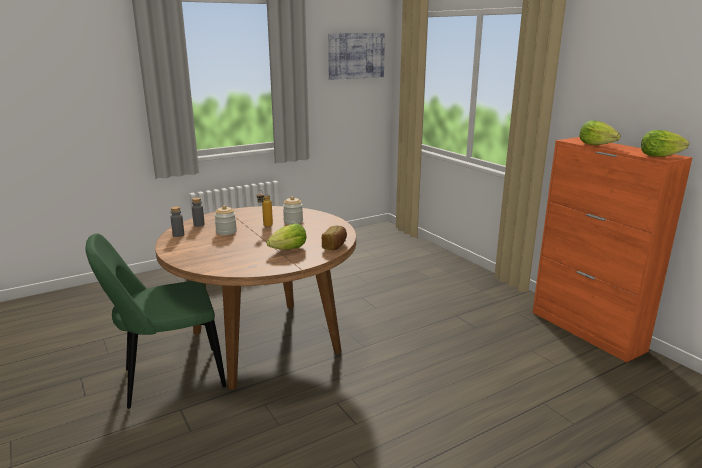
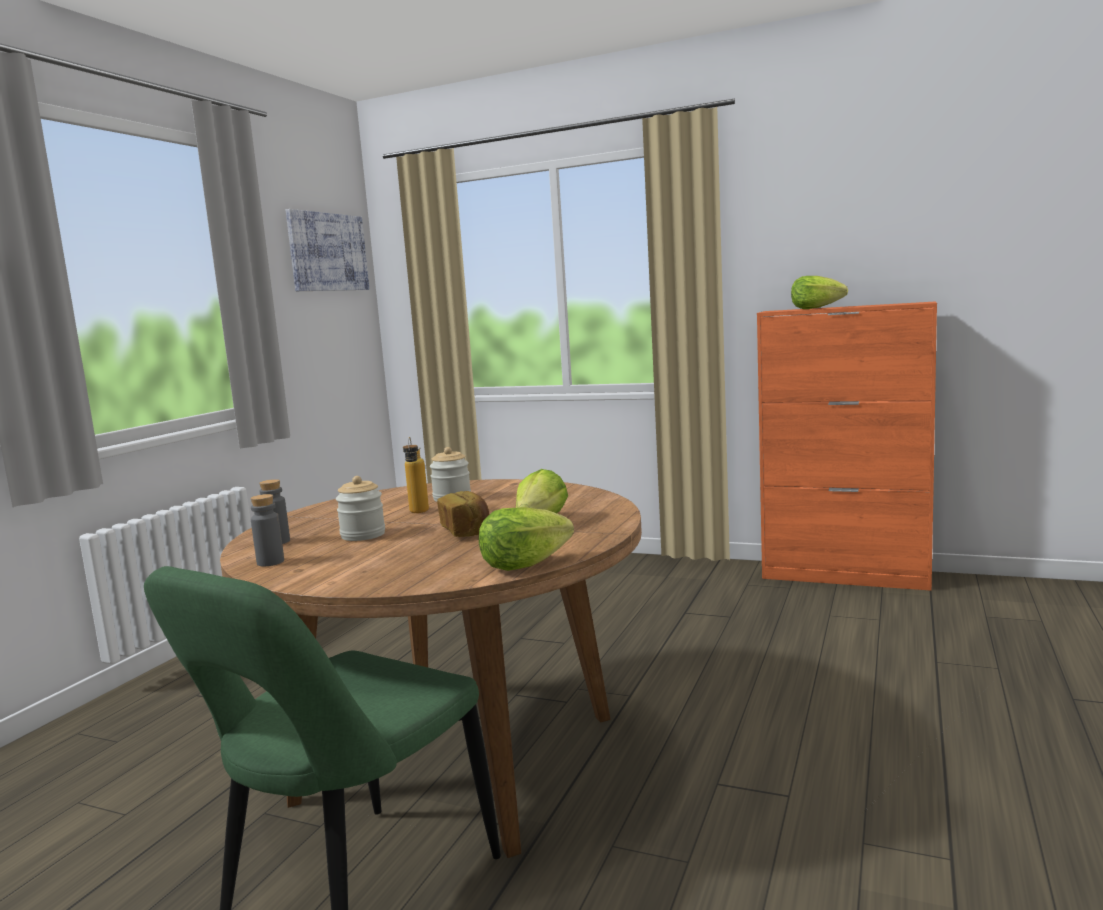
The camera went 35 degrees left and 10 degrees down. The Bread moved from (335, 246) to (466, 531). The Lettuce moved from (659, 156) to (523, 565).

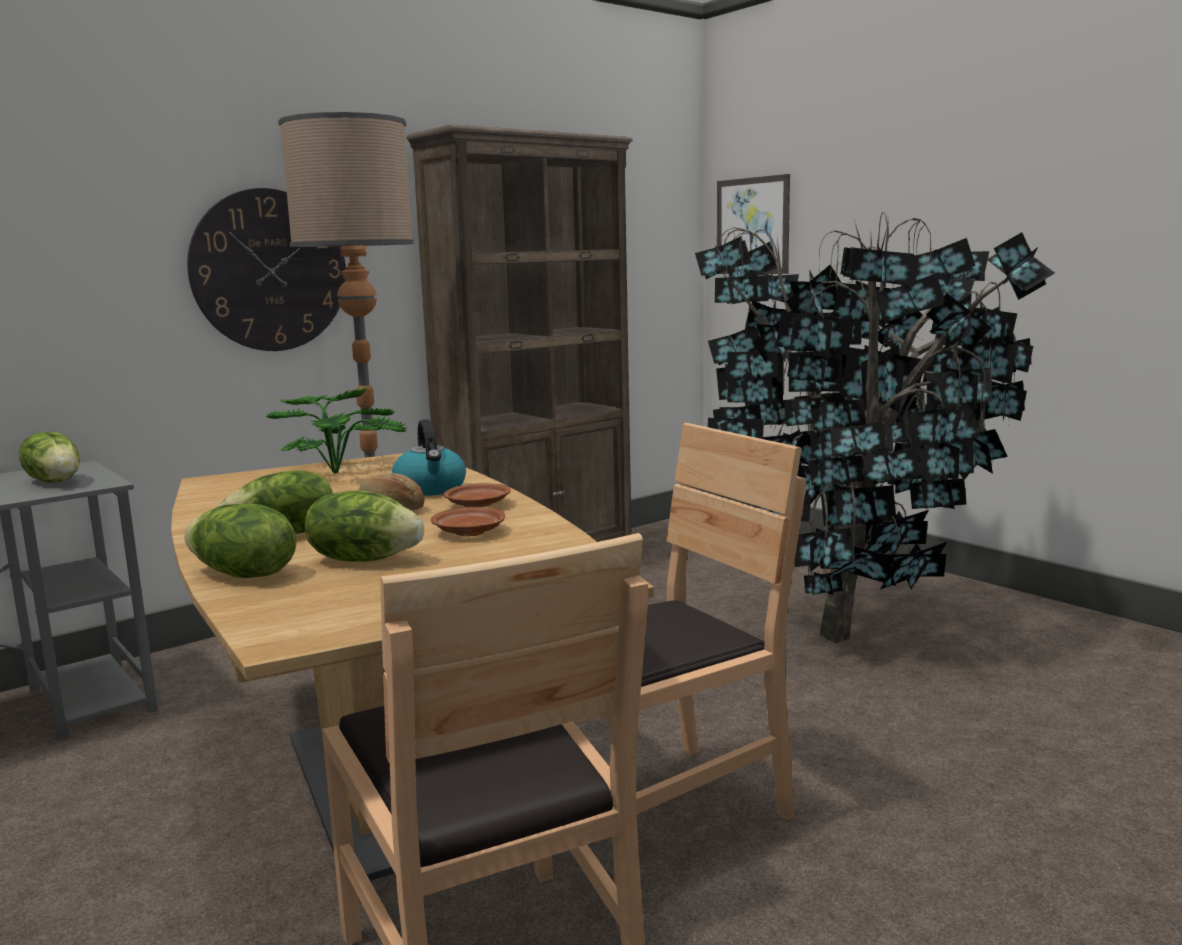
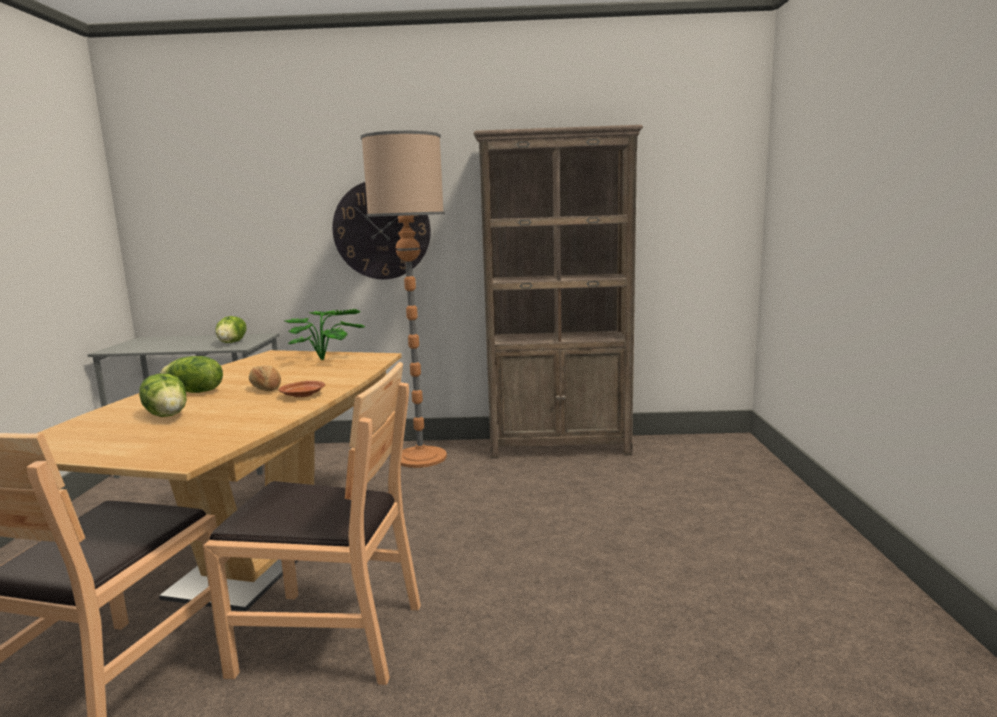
The camera went 40 degrees right and 0 degrees up. The Lettuce at (243, 575) disappeared. The Kettle at (430, 489) disappeared. The BrownPlate at (468, 532) disappeared. The PottedPlant at (851, 631) disappeared. The Picture at (752, 226) disappeared.

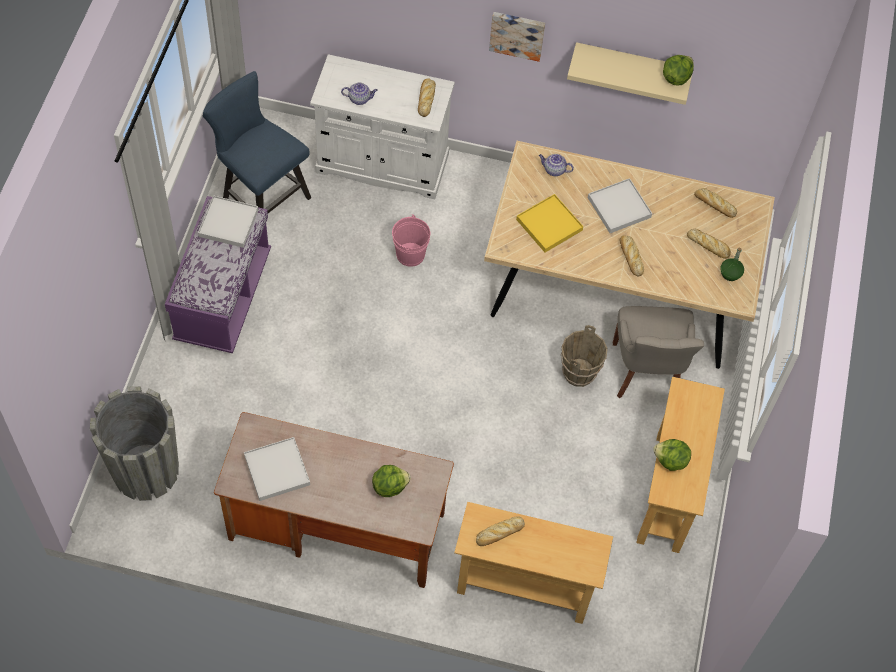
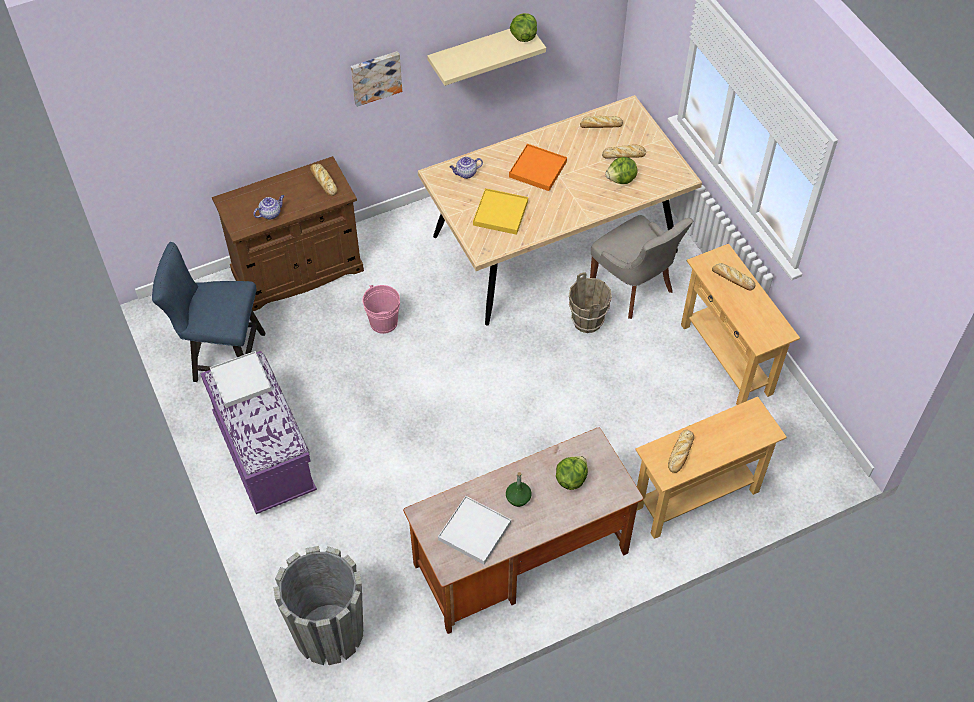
The camera went 35 degrees left and 5 degrees down. The WhiteCabinet at (382, 163) became the BrownCabinet at (298, 271). The GreenBottle moved from (730, 273) to (518, 498). The WhiteTray at (619, 207) became the OrangeTray at (537, 169). The Lettuce moved from (670, 461) to (621, 180). The Bread moved from (630, 256) to (732, 279).

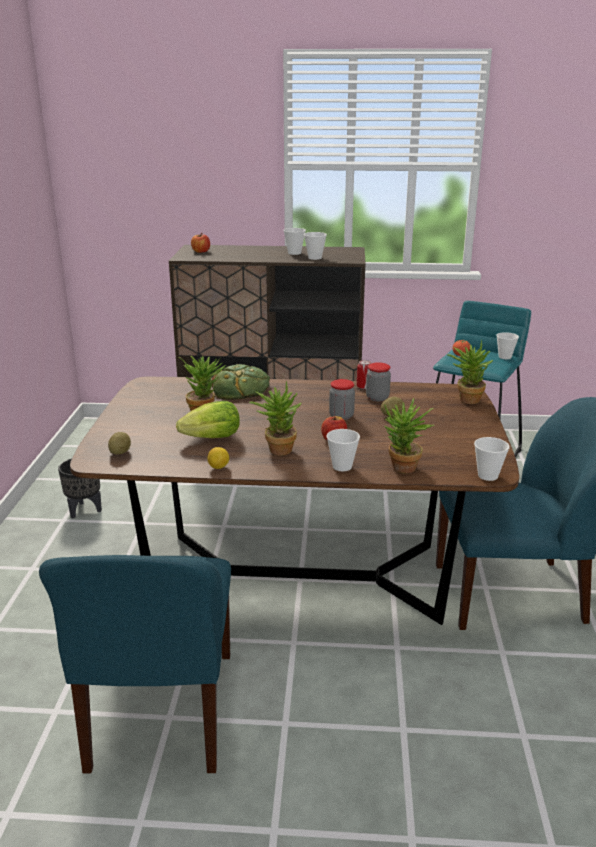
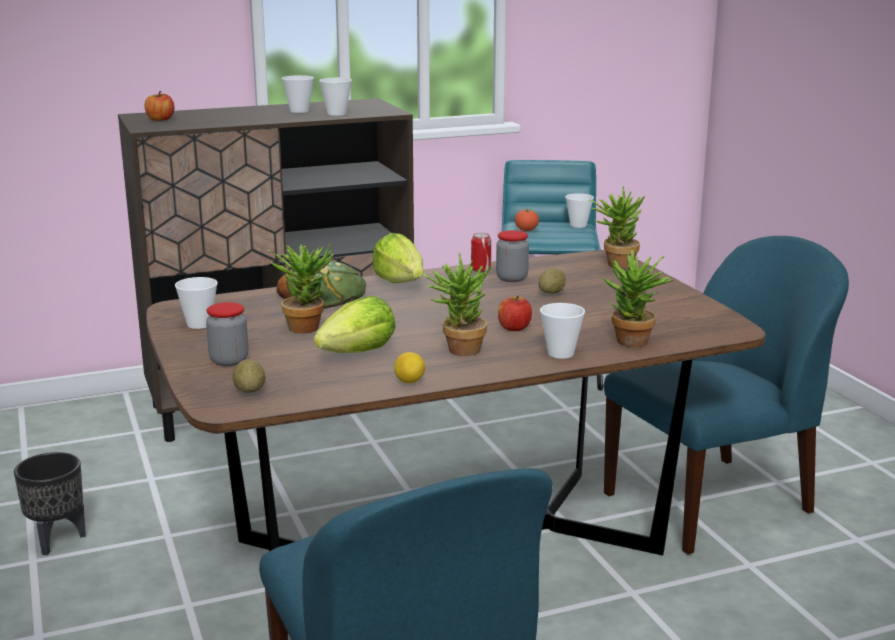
The camera went 25 degrees left and 5 degrees down. The Cup moved from (488, 476) to (199, 324). The Jar moved from (341, 416) to (229, 360). The Lettuce at (400, 282) appeared.

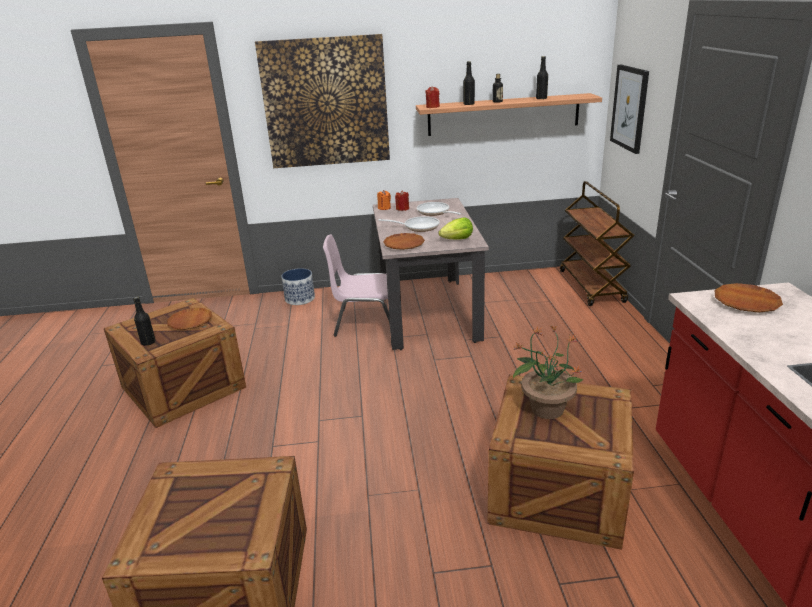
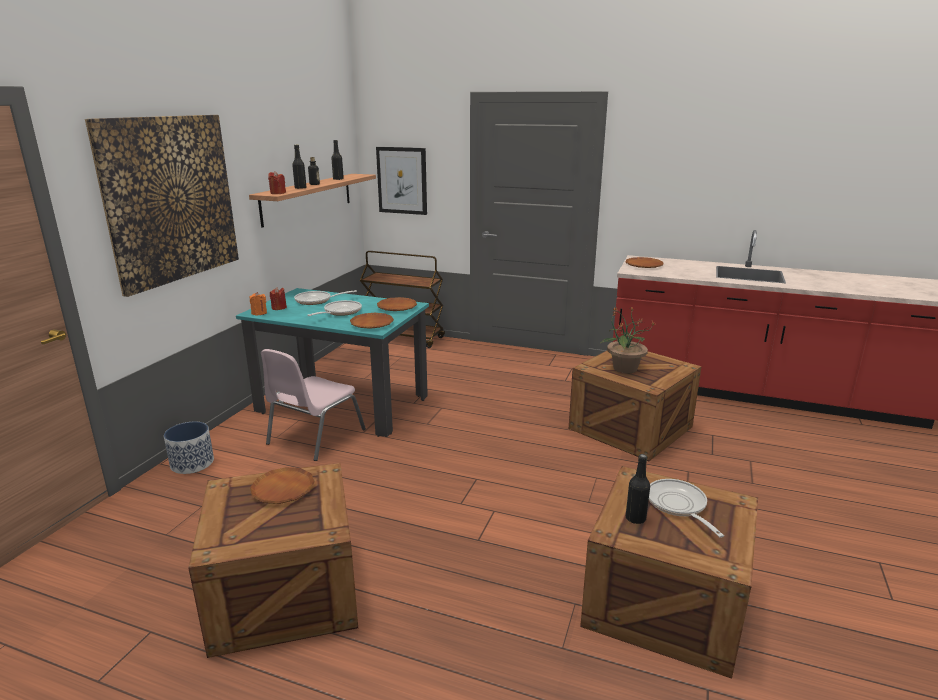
The camera went 65 degrees left and 5 degrees down. The BeigeDiningTable at (428, 312) became the TurquoiseDiningTable at (343, 404). The Lettuce at (457, 240) was replaced by the BrownPlate at (397, 307). The BlackBottle moved from (148, 342) to (635, 518). The FryingPan at (678, 506) appeared.

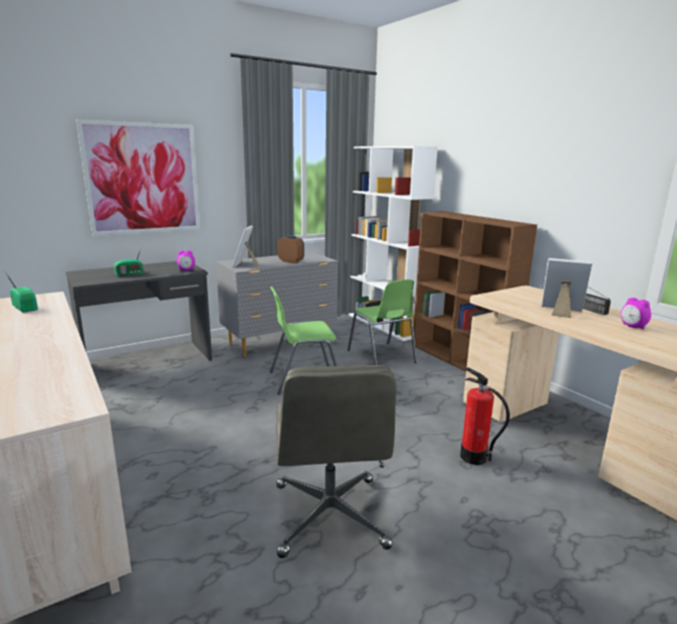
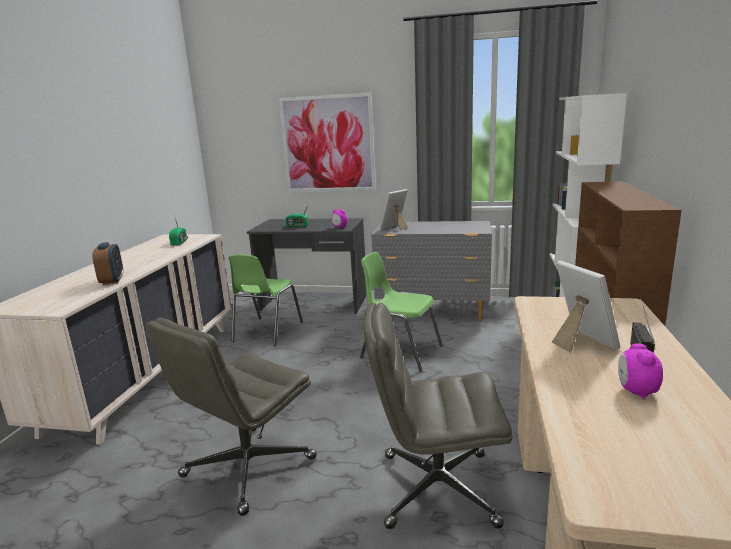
The camera went 45 degrees right and 0 degrees up. The AlarmClock moved from (291, 261) to (112, 281). The GreenChair moved from (382, 357) to (266, 332). The FireExtinguisher at (473, 457) was replaced by the GreyOfficeChair at (436, 489).

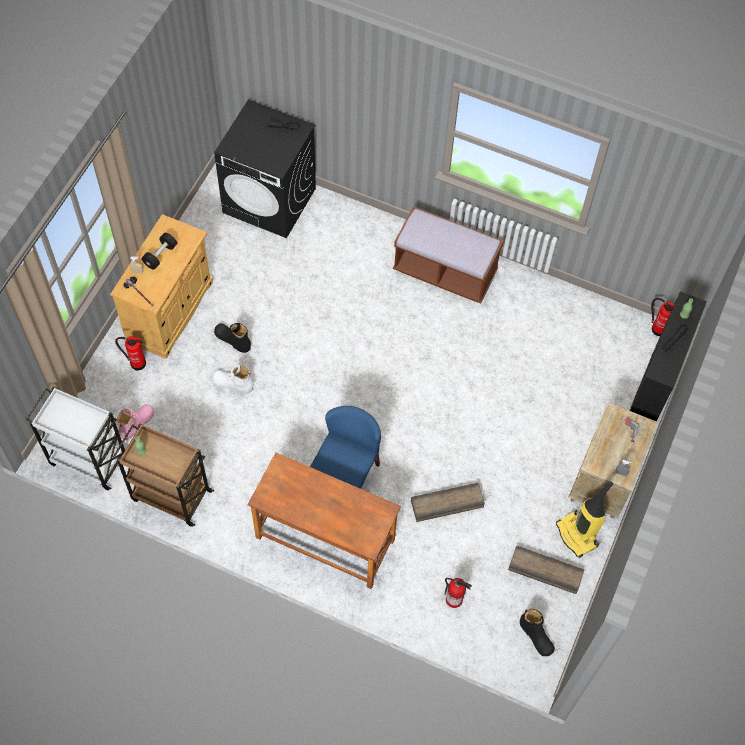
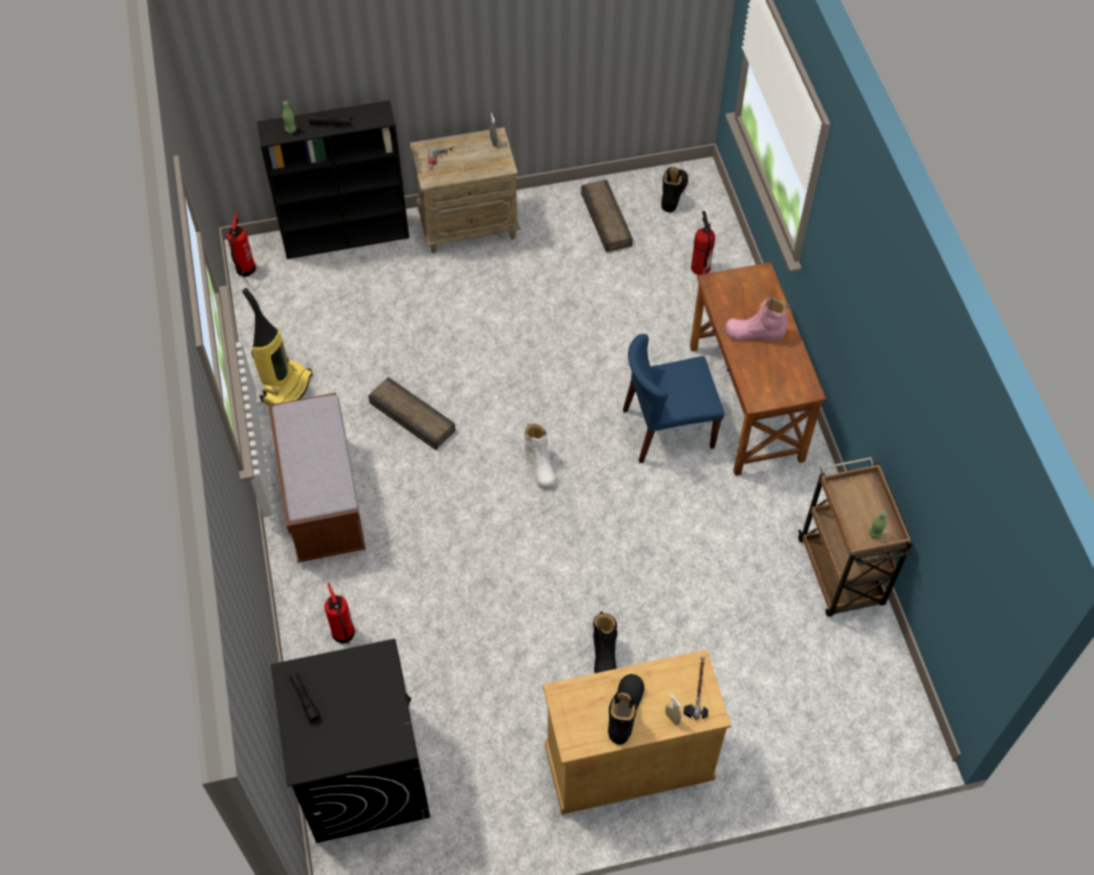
The camera went 125 degrees left and 5 degrees down. The VacuumCleaner moved from (577, 535) to (286, 387). The FireExtinguisher moved from (136, 362) to (343, 635). The Crate moved from (447, 505) to (412, 415). The WhiteBoot moved from (233, 383) to (540, 466). The BlackDumbbell at (160, 255) was replaced by the BlackBoot at (625, 711). The PinkBoot moved from (137, 423) to (754, 332). The WhiteCart at (88, 459) disappeared.

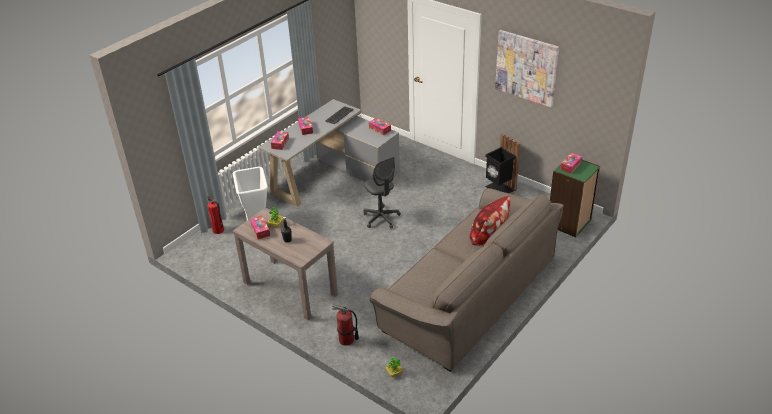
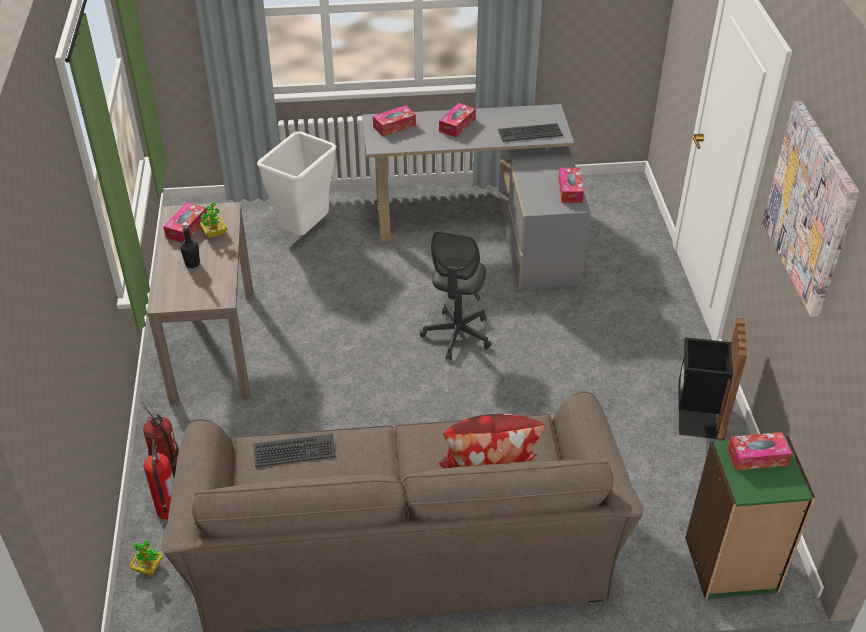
The camera went 45 degrees right and 5 degrees up. The FireExtinguisher moved from (218, 230) to (168, 509). The Keyboard at (294, 451) appeared.

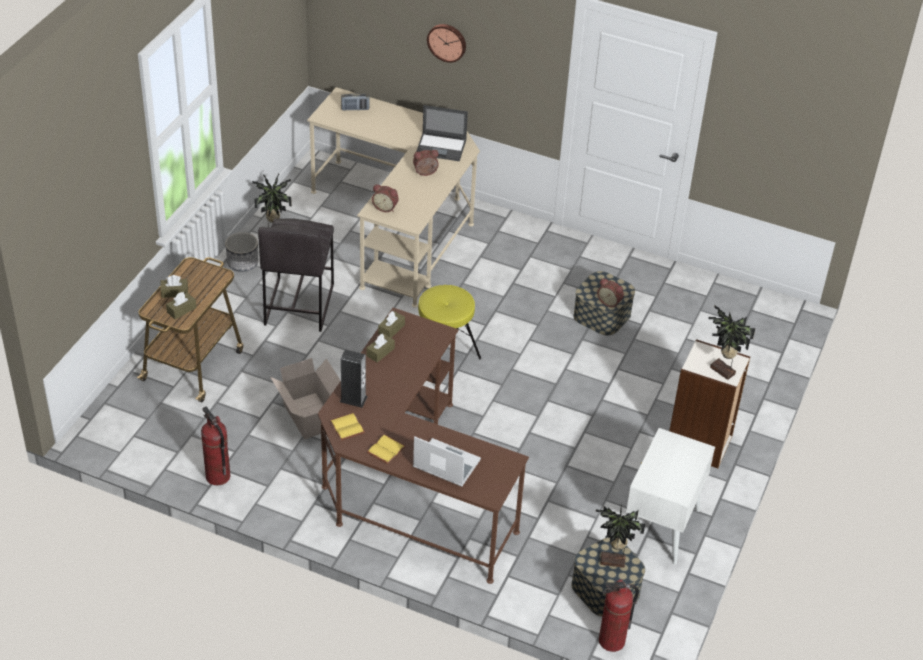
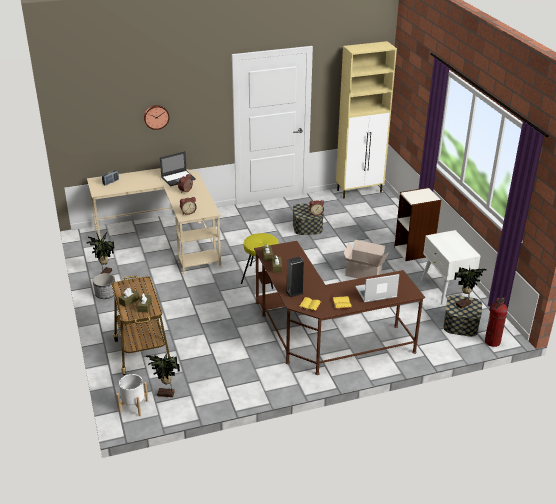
The camera went 40 degrees left and 10 degrees down. The WhitePlanter at (134, 406) appeared. The PottedPlant moved from (721, 372) to (166, 395). The BeigeCabinet at (360, 191) appeared. The CardboardBox moved from (310, 417) to (364, 273). The FireExtinguisher at (218, 476) disappeared. The GreyStool at (298, 304) disappeared.

